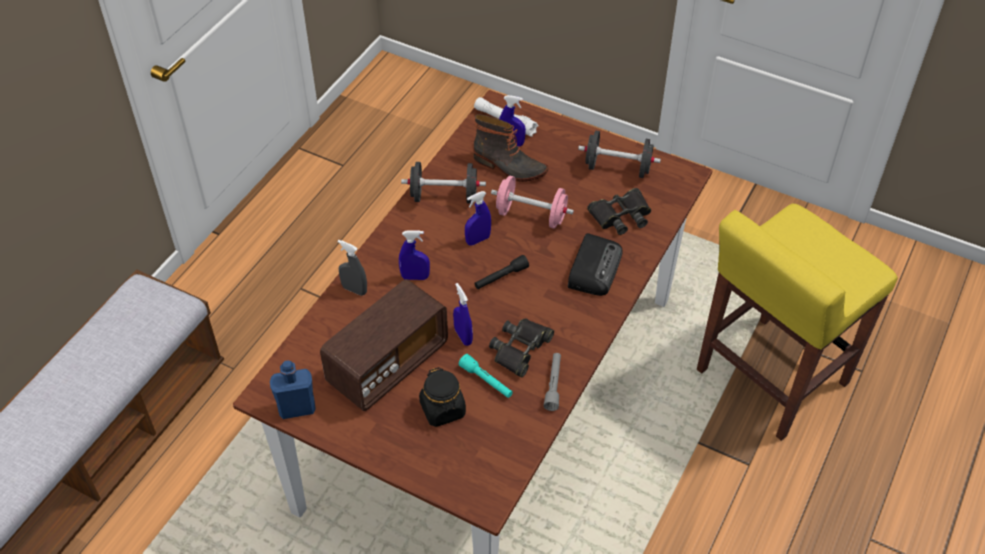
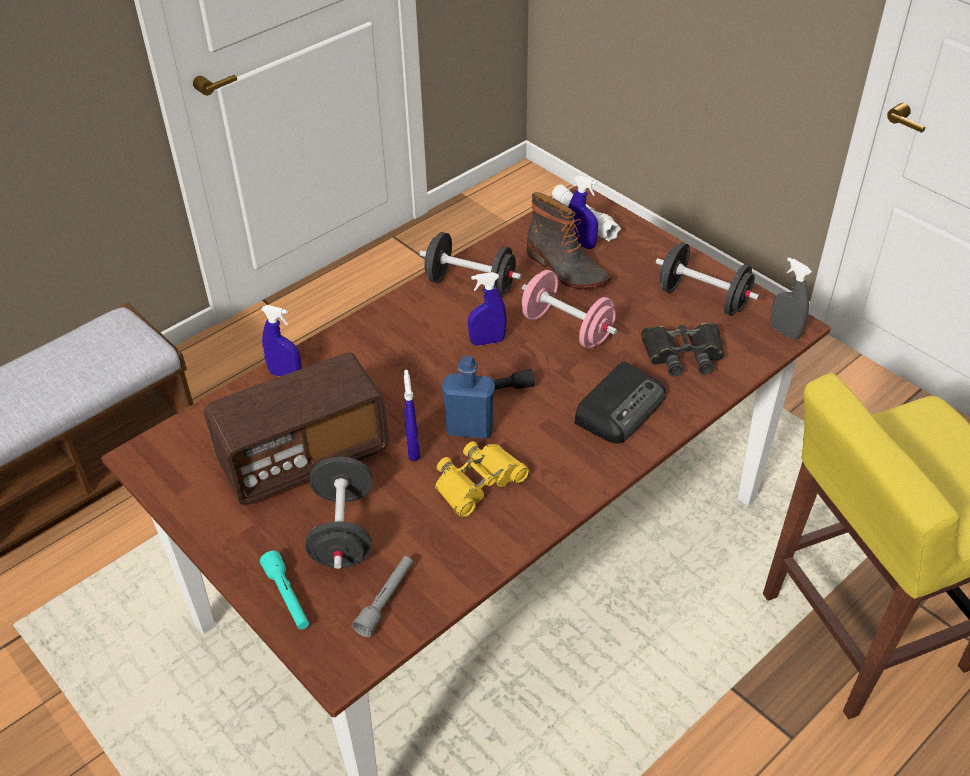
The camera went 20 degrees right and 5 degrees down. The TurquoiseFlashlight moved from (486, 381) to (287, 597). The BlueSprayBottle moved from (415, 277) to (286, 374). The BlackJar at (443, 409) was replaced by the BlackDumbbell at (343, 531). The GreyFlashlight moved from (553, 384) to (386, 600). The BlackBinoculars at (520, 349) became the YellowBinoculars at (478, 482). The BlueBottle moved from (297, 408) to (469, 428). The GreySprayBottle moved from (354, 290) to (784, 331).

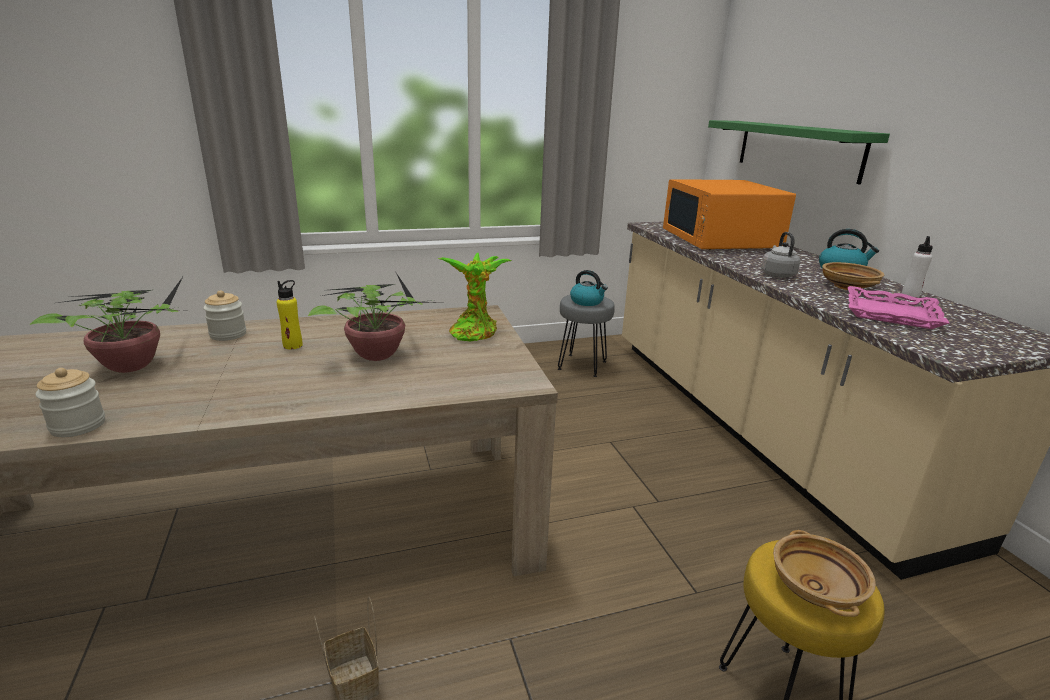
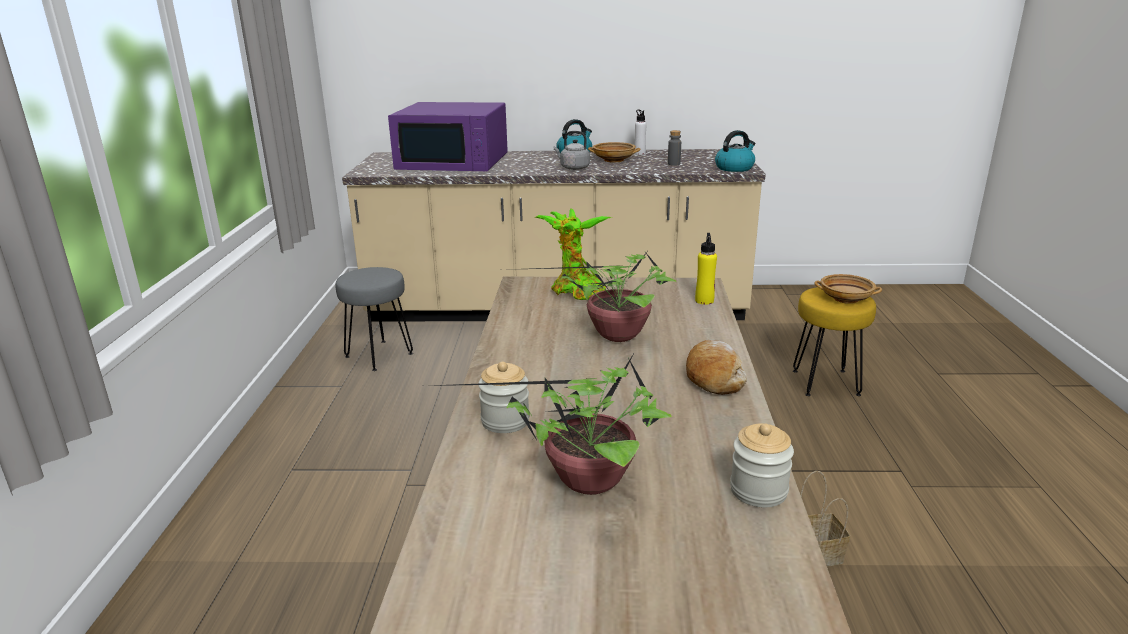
The camera went 70 degrees left and 0 degrees up. The OrangeMicrowave at (720, 240) became the PurpleMicrowave at (454, 163). The PinkTray at (891, 314) was replaced by the GreyBottle at (673, 164). The Bread at (713, 377) appeared. The YellowBottle moved from (293, 345) to (704, 300). The Kettle moved from (587, 301) to (734, 168). The GreenShelf at (797, 149) disappeared.

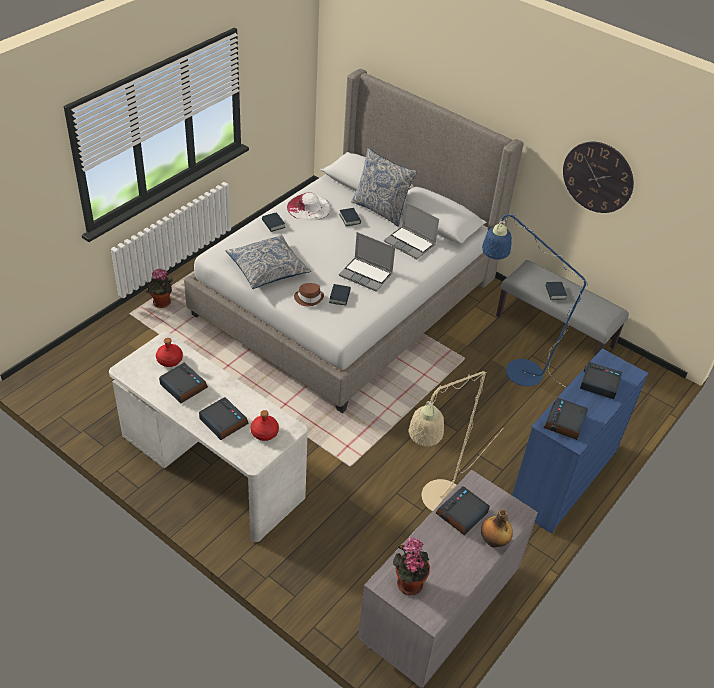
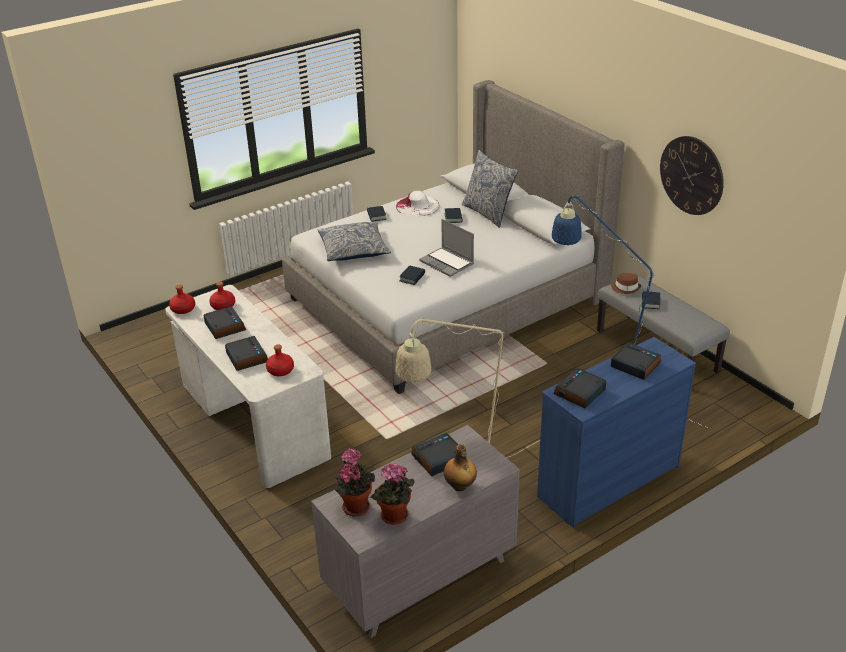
The camera went 20 degrees right and 10 degrees down. The RedBottle at (183, 309) appeared. The PottedPlant moved from (162, 304) to (394, 517). The BrownHat moved from (309, 298) to (626, 288). The Laptop at (410, 243) disappeared.

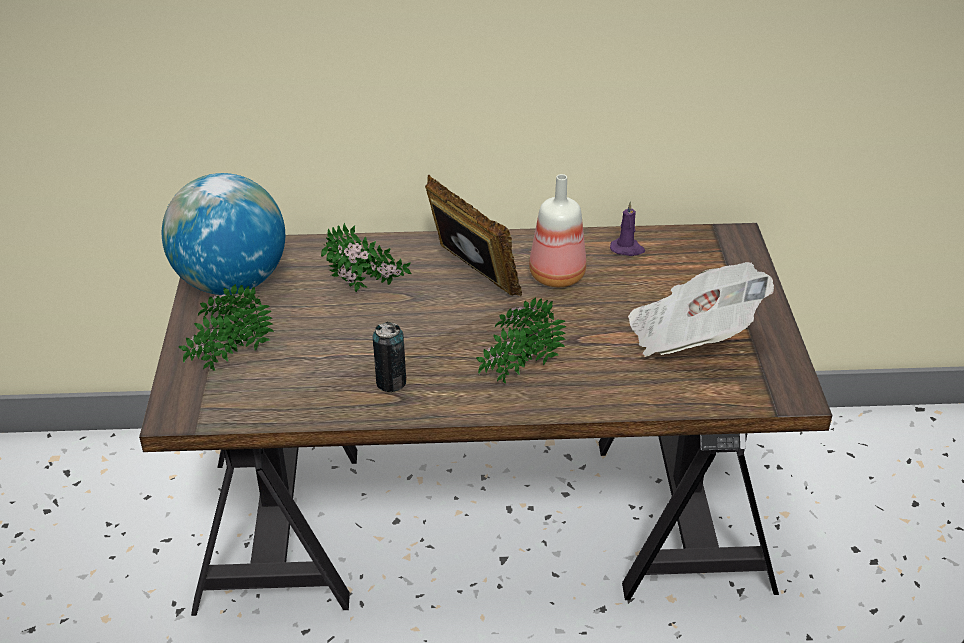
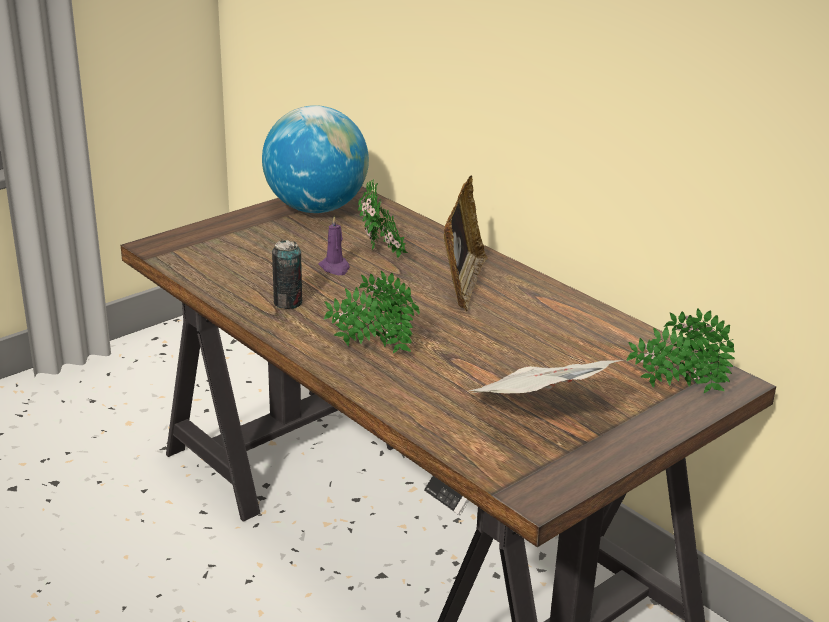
The camera went 50 degrees right and 10 degrees down. The PurpleCandle moved from (627, 249) to (335, 268). The PottedPlant moved from (229, 359) to (676, 387). The Bottle at (555, 275) disappeared.

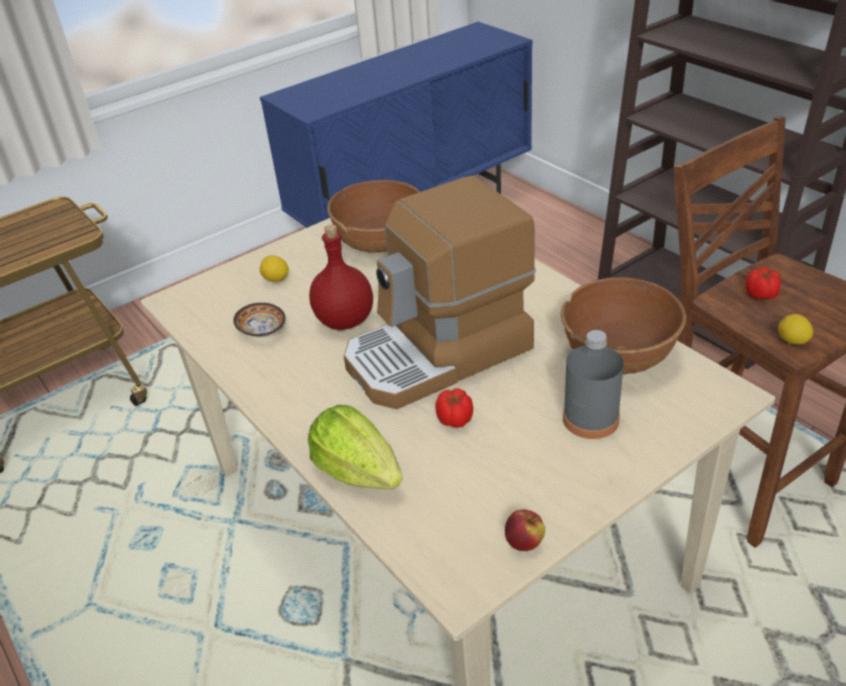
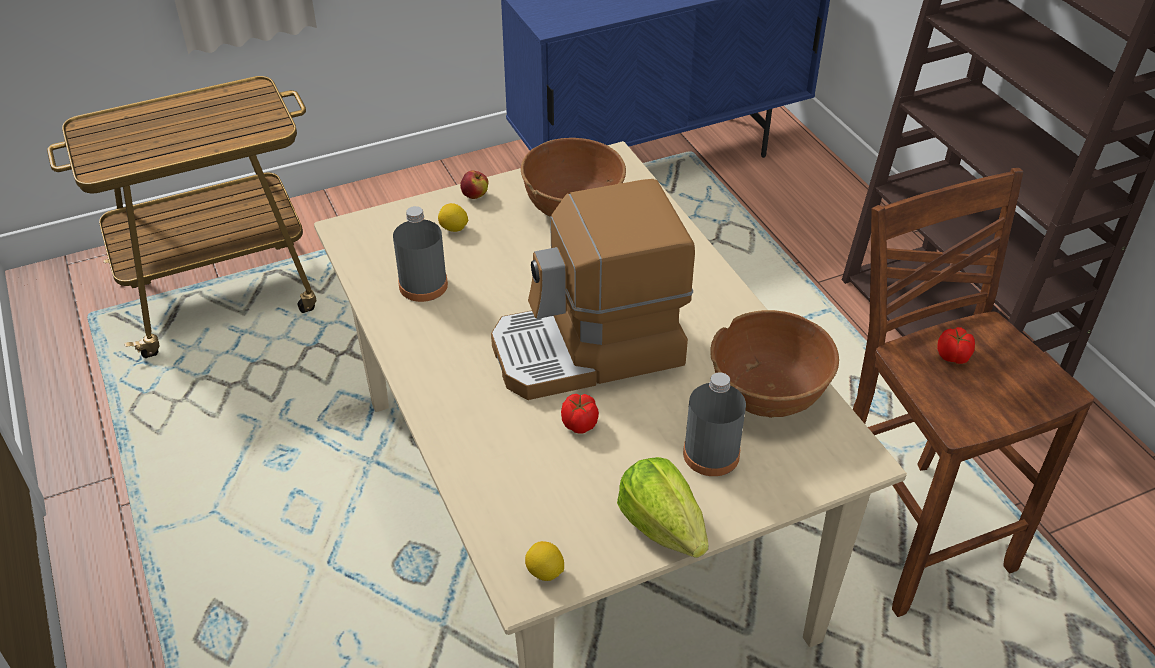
The camera went 10 degrees right and 5 degrees up. The Bowl at (262, 331) was replaced by the GreyBottle at (423, 285). The Apple moved from (524, 542) to (475, 195). The Lemon moved from (792, 341) to (544, 572). The Lettuce moved from (358, 472) to (662, 526). The RedBottle at (346, 320) disappeared.

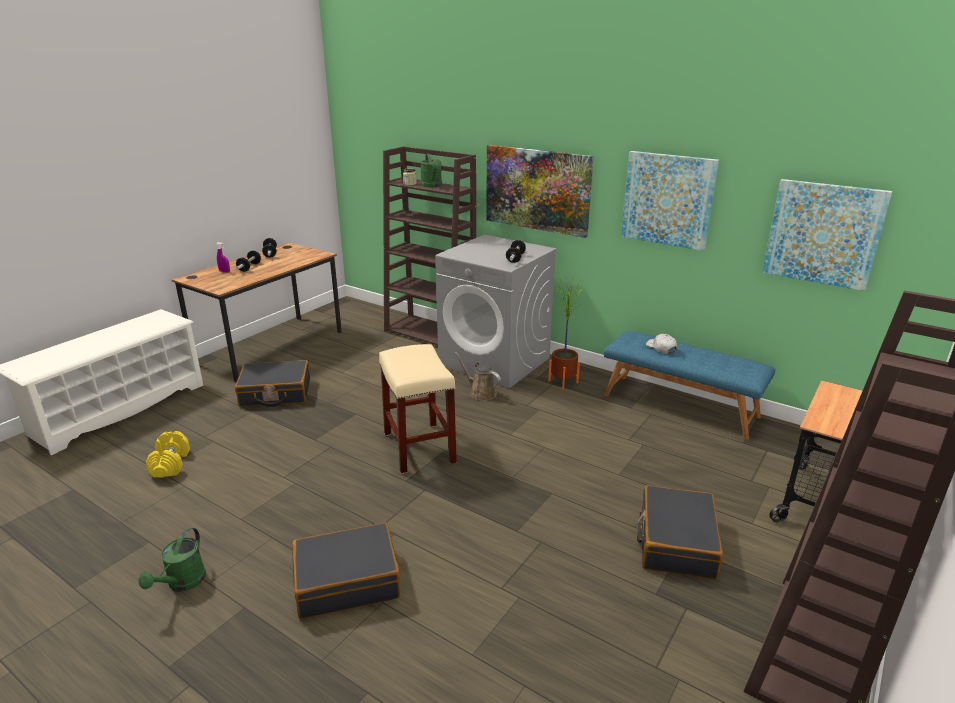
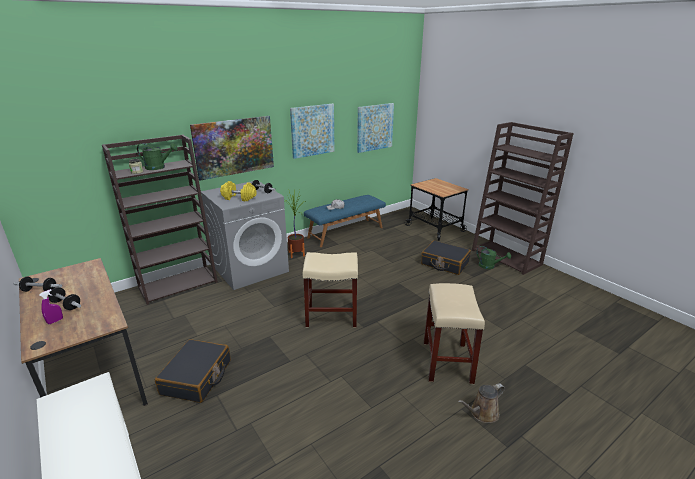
The camera went 70 degrees left and 0 degrees up. The YellowDumbbell moved from (170, 464) to (239, 198). The BlackSuitcase at (347, 581) was replaced by the BeigeStool at (447, 362). The BrownWateringCan moved from (480, 393) to (482, 413). The GreenWateringCan moved from (182, 583) to (489, 266).

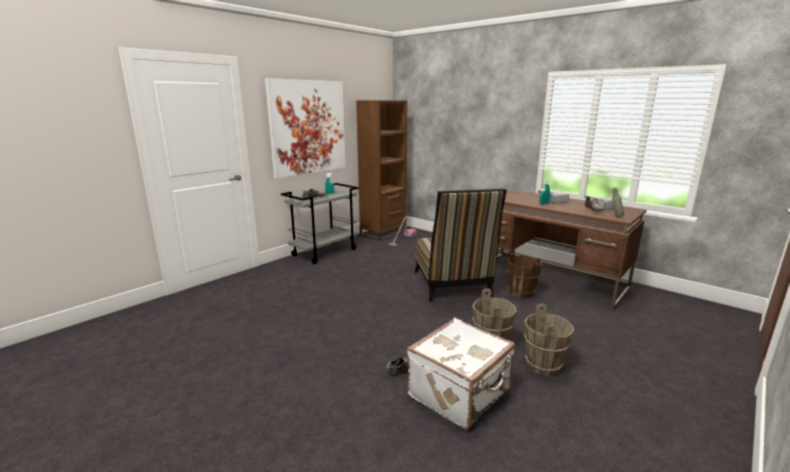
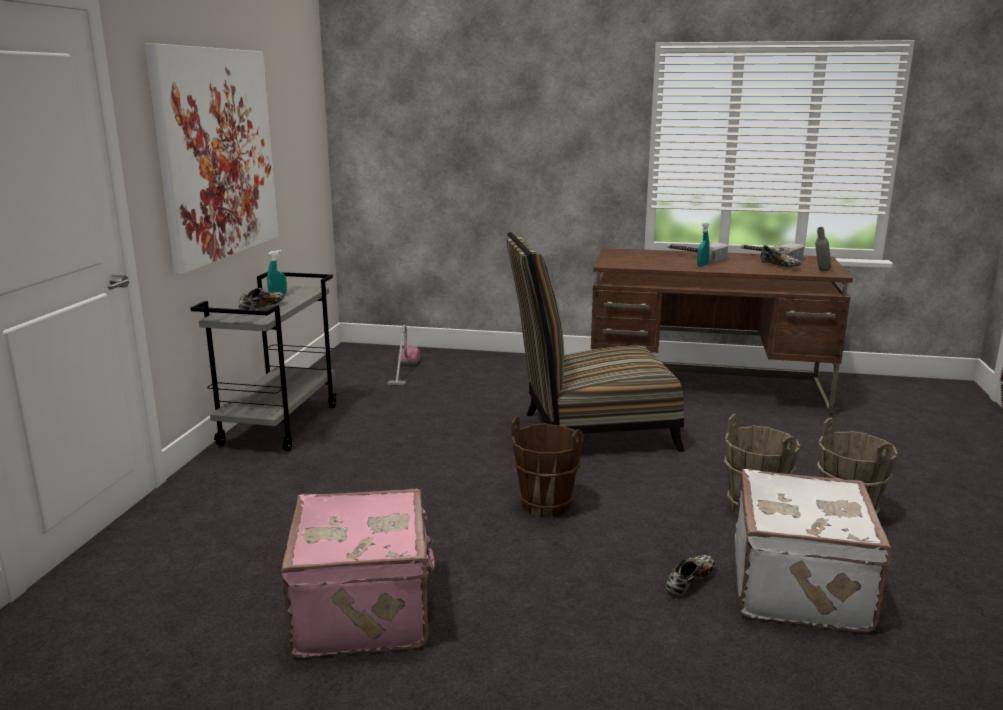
The camera went 30 degrees left and 0 degrees up. The PinkSuitcase at (366, 610) appeared. The Chair at (453, 286) turned 120 degrees clockwise. The BrownBucket moved from (521, 293) to (546, 505). The BrownBookcase at (383, 233) disappeared.

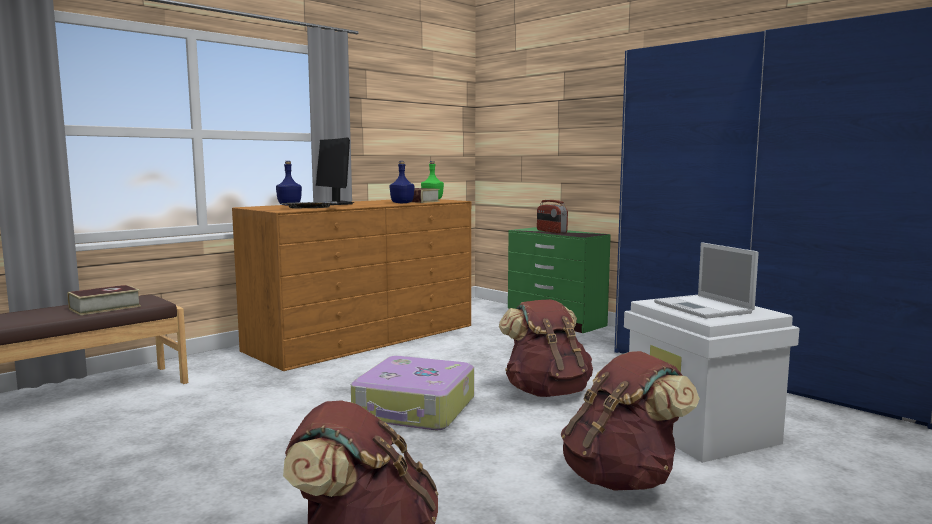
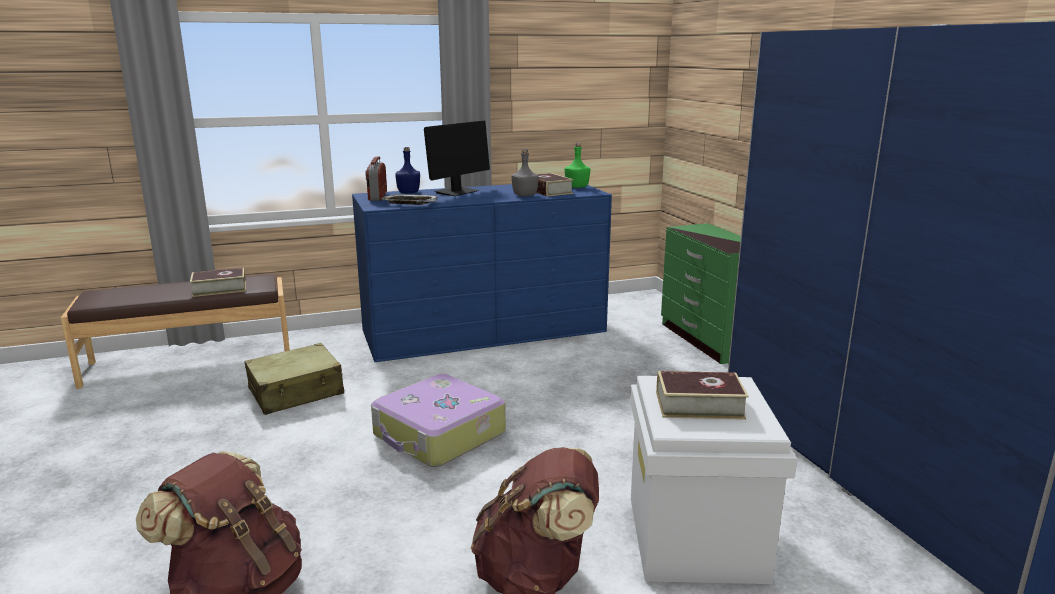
The camera went 25 degrees right and 10 degrees up. The BeigeSuitcase at (296, 392) appeared. The BrownDresser at (364, 337) became the BlueDresser at (484, 331). The Radio moved from (551, 231) to (377, 196). The Monitor at (335, 204) turned 135 degrees counterclockwise. The BlueBottle at (402, 203) became the GreyBottle at (525, 195). The Laptop at (704, 308) was replaced by the Book at (699, 405). The BrownBackpack at (547, 392) disappeared.

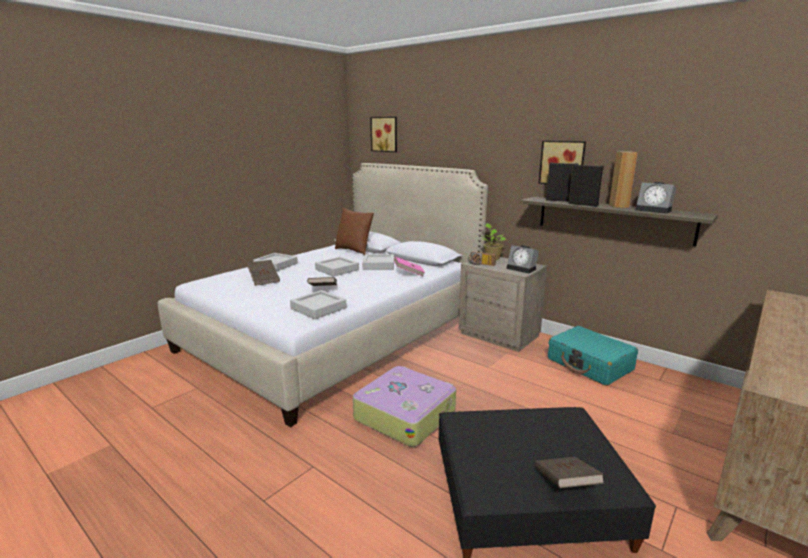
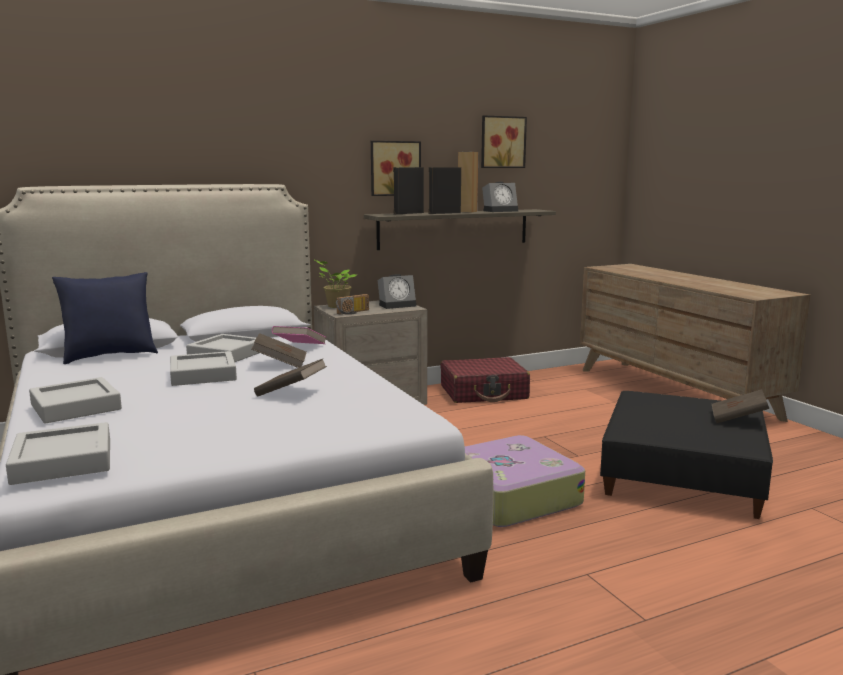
The camera went 65 degrees left and 5 degrees down. The GreyTray moved from (318, 308) to (63, 461). The BrownPillow at (354, 250) became the BluePillow at (110, 356). The BrownBook moved from (264, 280) to (280, 364). The TurquoiseSuitcase at (590, 364) became the RedSuitcase at (484, 393). The Picture moved from (385, 134) to (502, 142).

